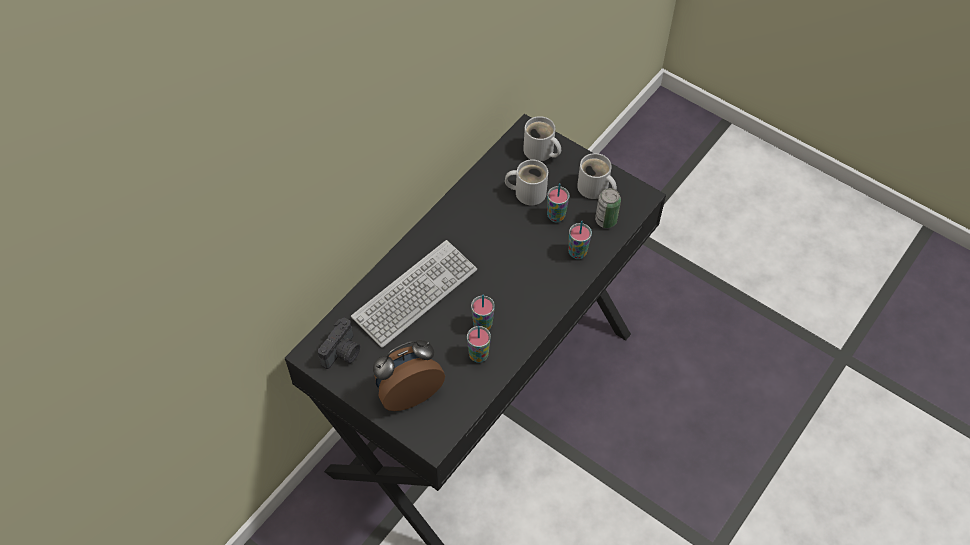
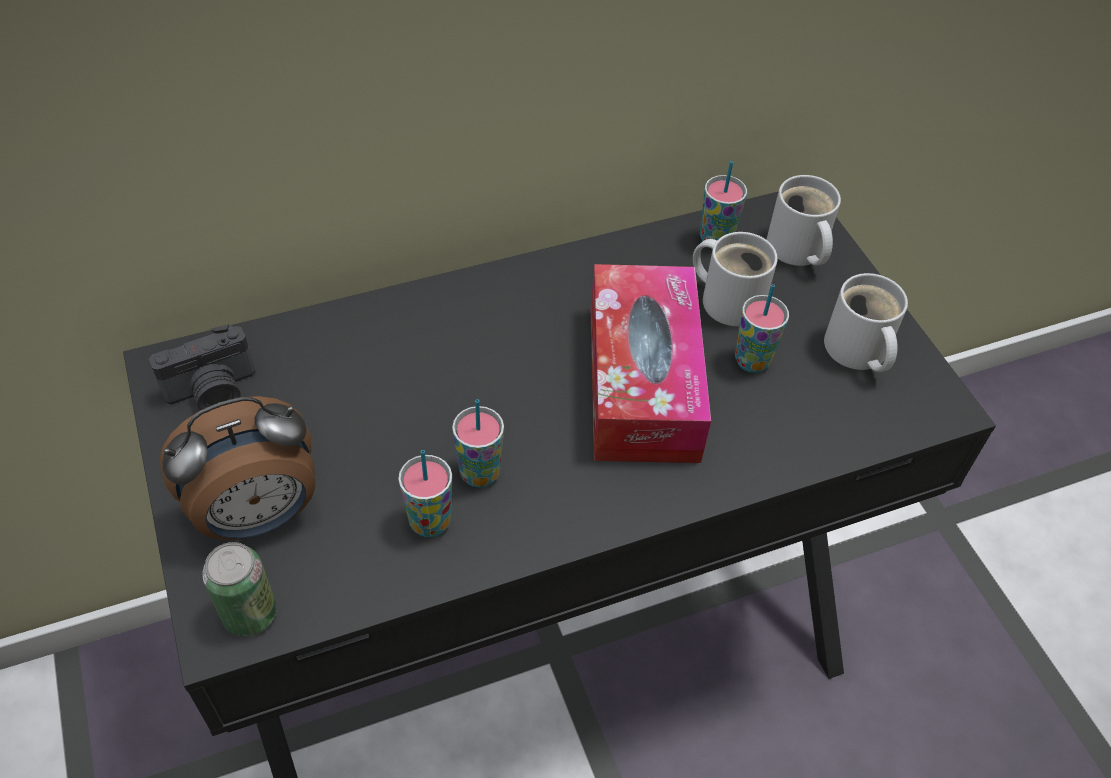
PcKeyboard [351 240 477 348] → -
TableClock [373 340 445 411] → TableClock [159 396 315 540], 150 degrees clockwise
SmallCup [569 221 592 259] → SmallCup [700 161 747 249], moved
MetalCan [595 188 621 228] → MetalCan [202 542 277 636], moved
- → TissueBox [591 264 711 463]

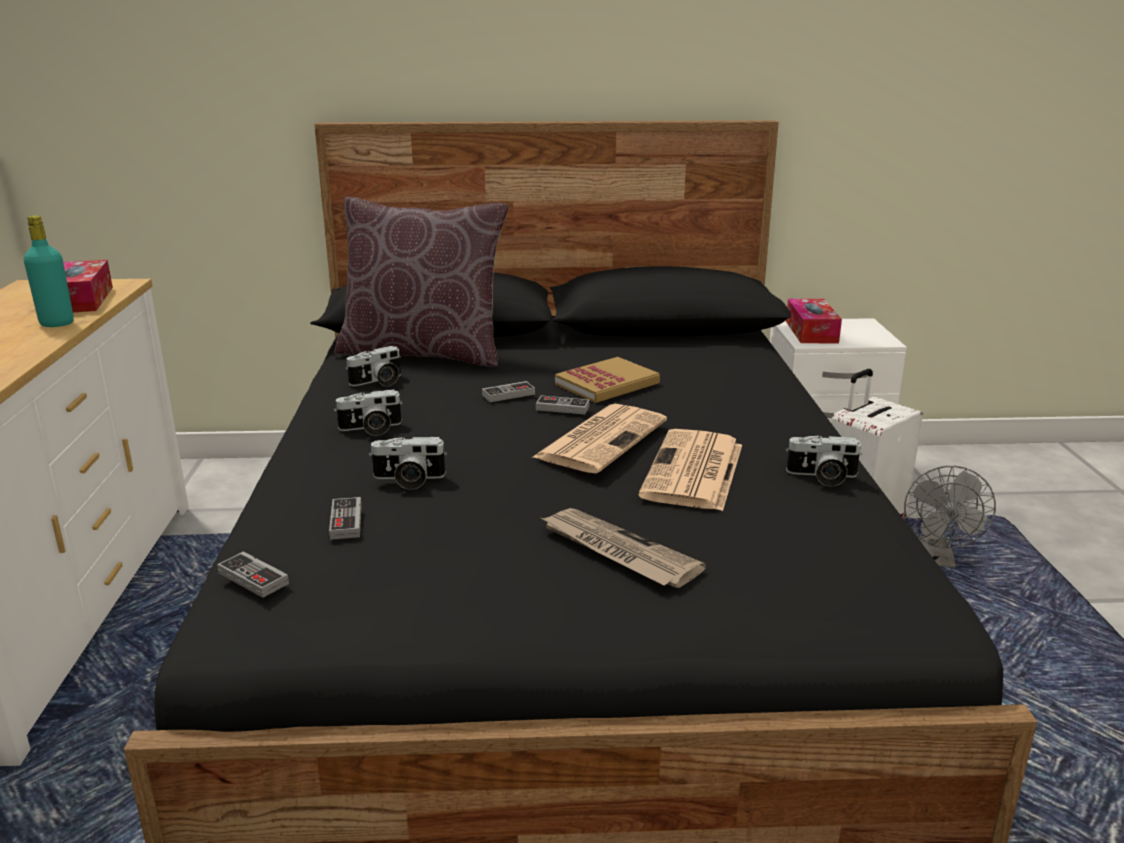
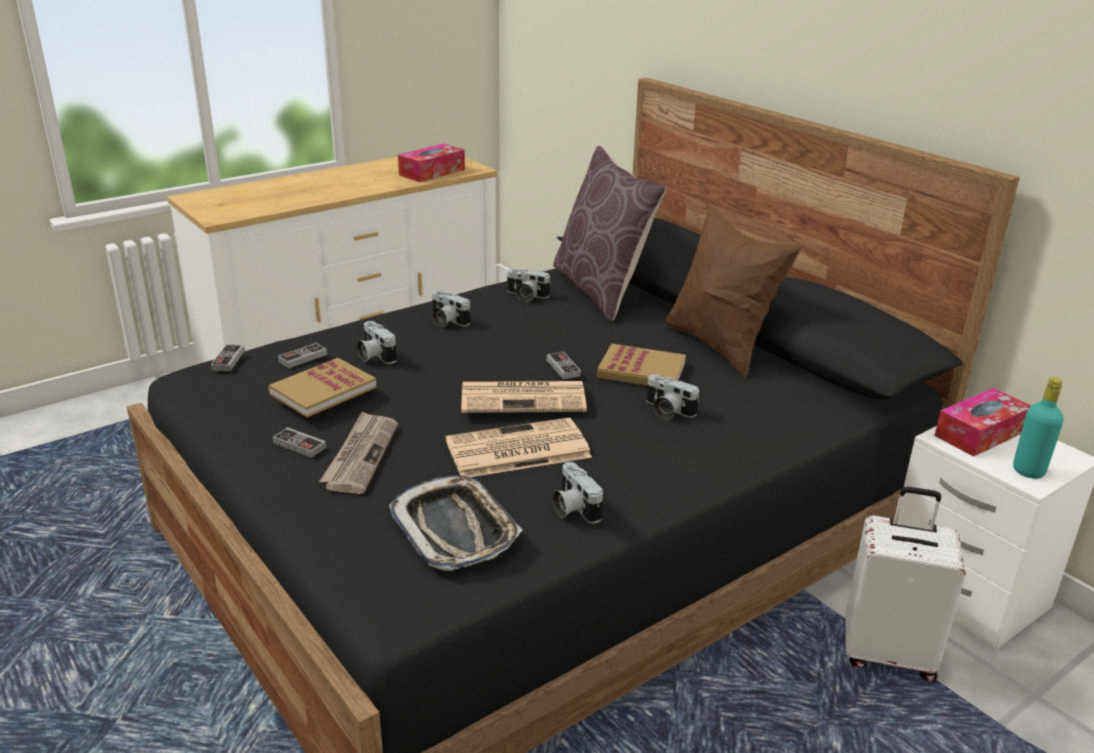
BlueGreenBeverageBottle [24 215 74 327] → BlueGreenBeverageBottle [1013 377 1064 479], moved
GameController [482 381 535 402] → GameController [272 427 326 458], moved
GrayElectricFan [904 466 996 568] → -
- → BoundBook [268 358 376 417]
- → Tray [389 475 523 571]
- → StillCamera [647 375 699 420]
- → BrownThrowPillow [664 206 801 378]

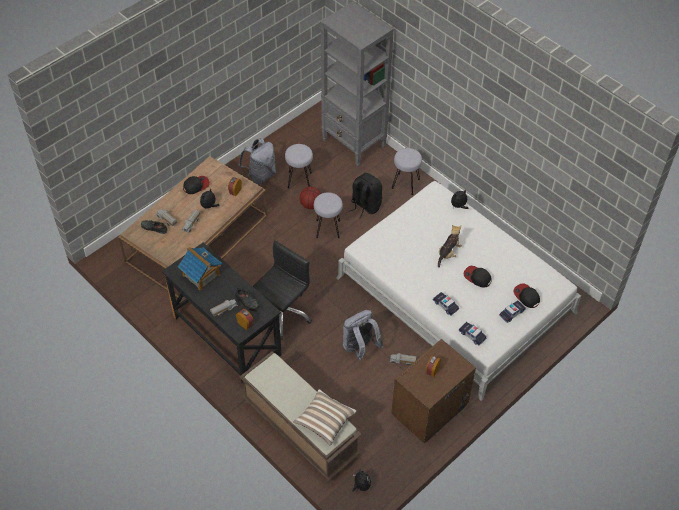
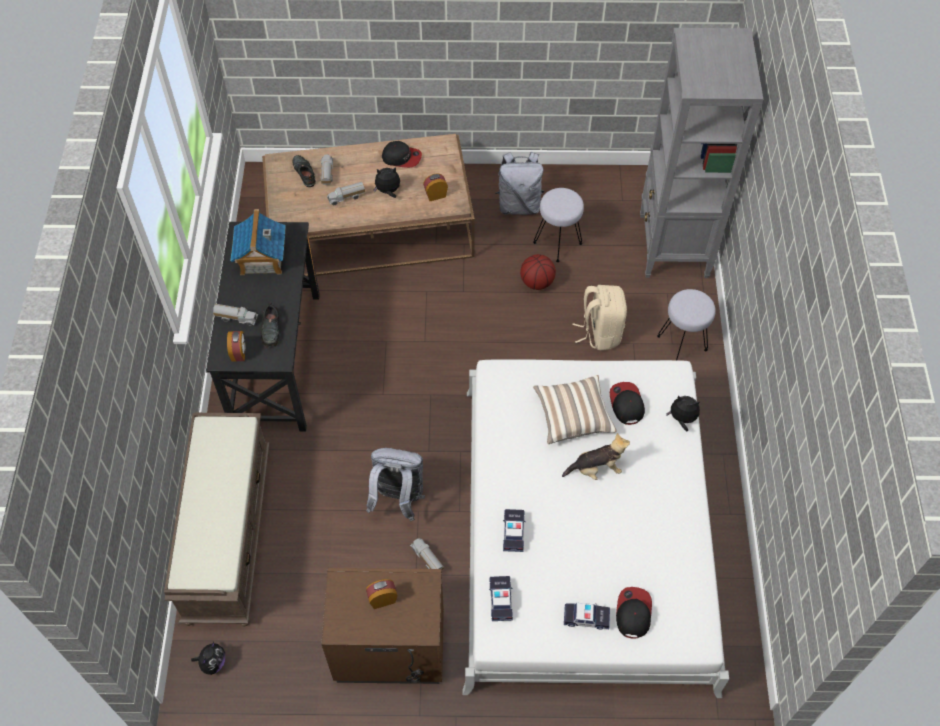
BlackColouredDeskChair [253 240 312 340] → -
ThrowPillow [293 389 357 446] → ThrowPillow [533 375 617 444], moved
GrayStool [314 192 343 238] → -
BlackColouredRucksack [350 173 382 219] → BeigeColouredRucksack [573 285 627 350]
PeakedCap [463 266 491 288] → PeakedCap [610 382 645 425], moved

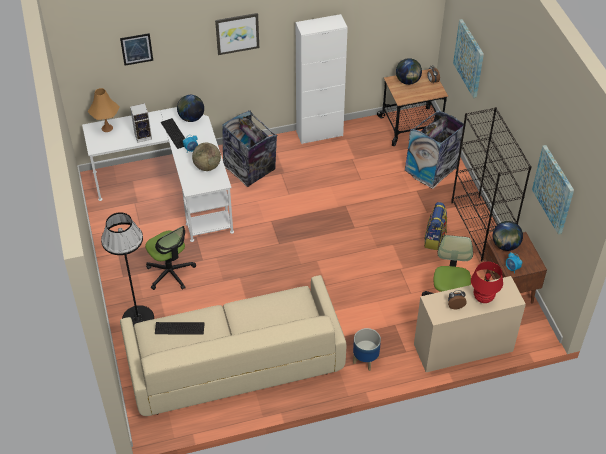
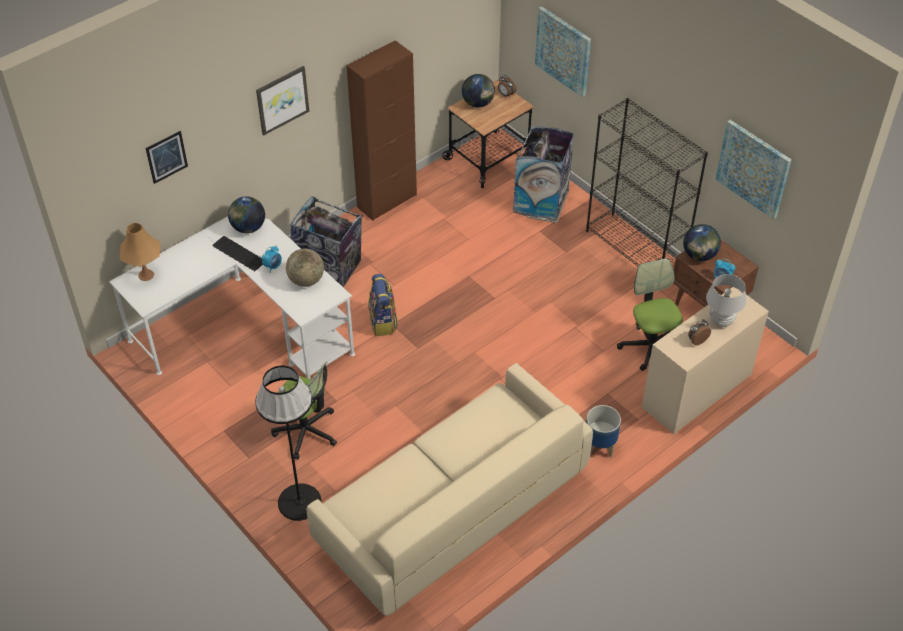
AudioSpeaker [130 103 152 143] → -
PcKeyboard [155 322 205 335] → -
WhitishCabinet [296 14 348 144] → BrownCabinet [346 40 417 221]
Rucksack [424 202 447 250] → Rucksack [368 274 398 336], moved
RedColouredTabletopLamp [471 262 503 303] → WhitishTabletopLamp [706 274 746 327]

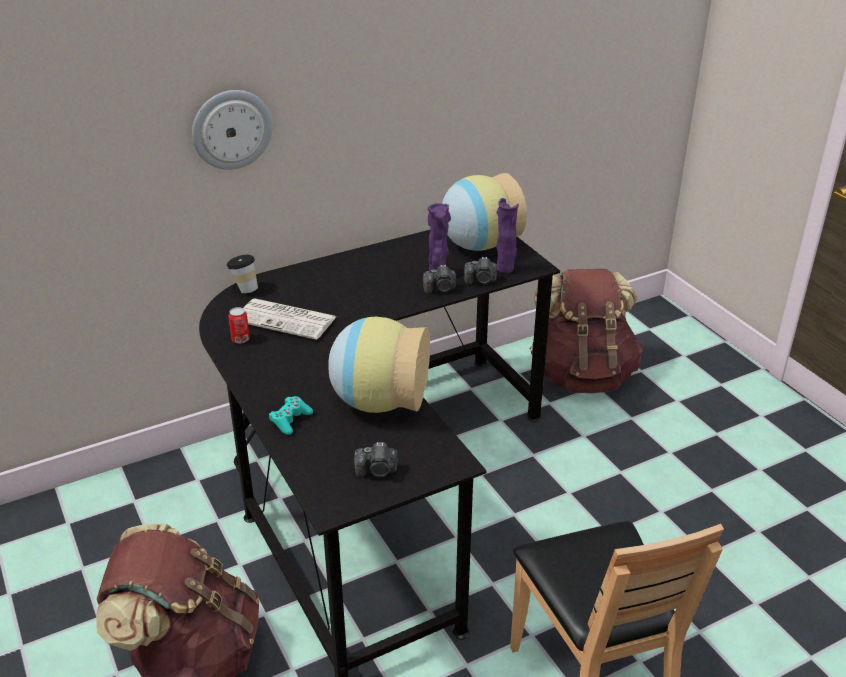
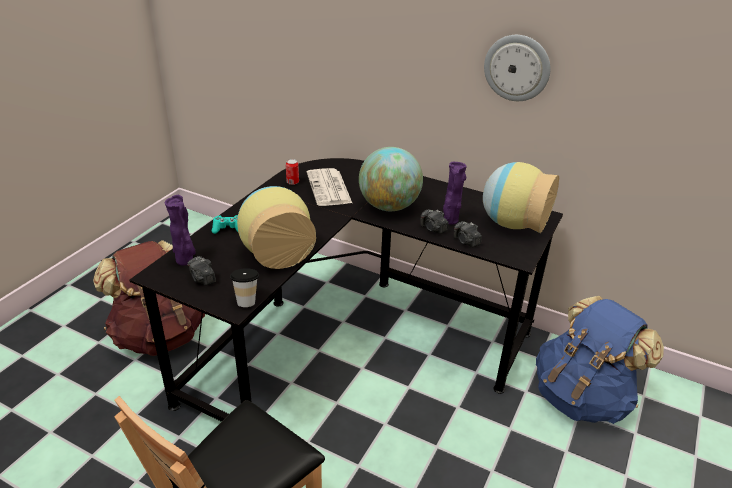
WallClock [192 90 273 170] → WallClock [484 35 551 101], moved
SmallCup [227 255 258 294] → SmallCup [230 268 259 307], moved
PurplishDecorativeVase [496 198 519 273] → PurplishDecorativeVase [165 195 196 266], moved
BrownRucksack [530 269 643 393] → BluishRucksack [536 296 664 424]
- → WorldGlobe [359 147 423 211]

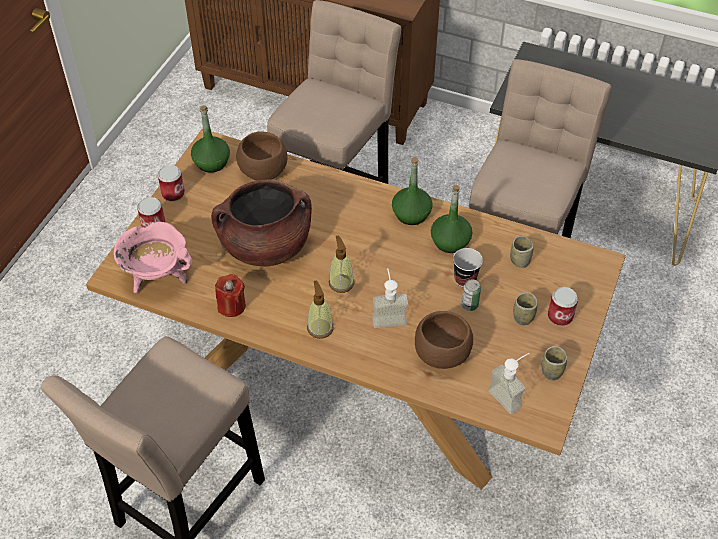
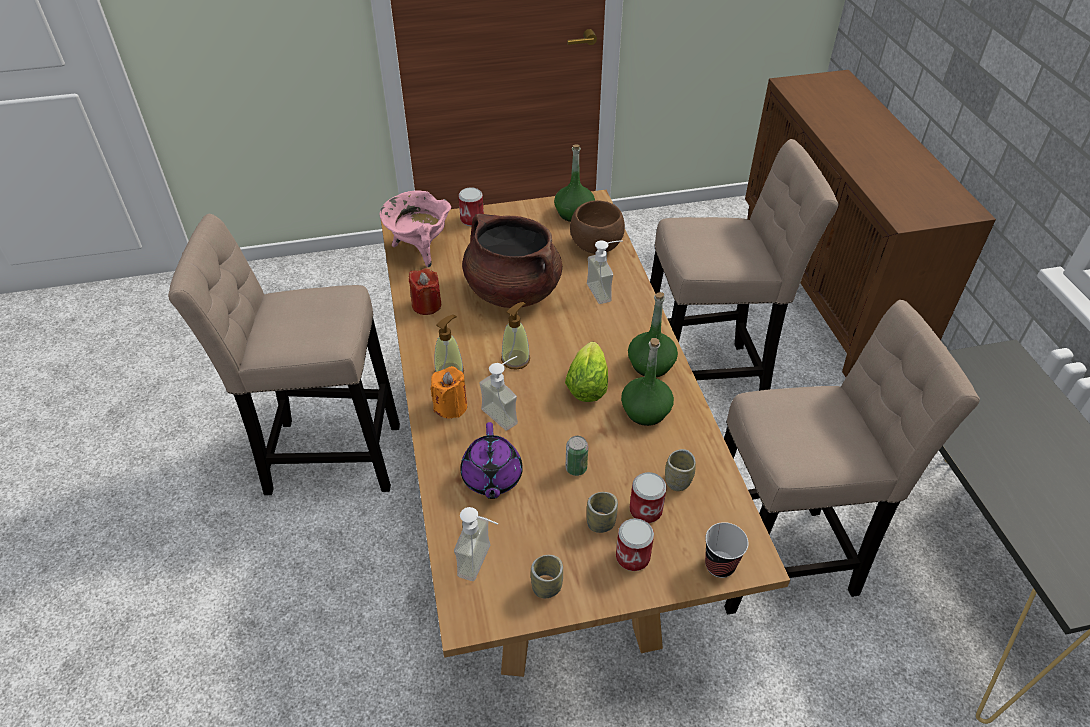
MetalCan [158 165 185 202] → MetalCan [630 472 667 523], moved
BrownDeepDish [415 311 473 369] → PurplishTeapot [460 422 523 499]
SmallCup [453 248 483 287] → SmallCup [705 522 749 578], moved
- → OrangeCandle [431 366 467 418]
- → LettuceHead [565 342 608 402]
- → SoapDispenser [587 240 623 304]

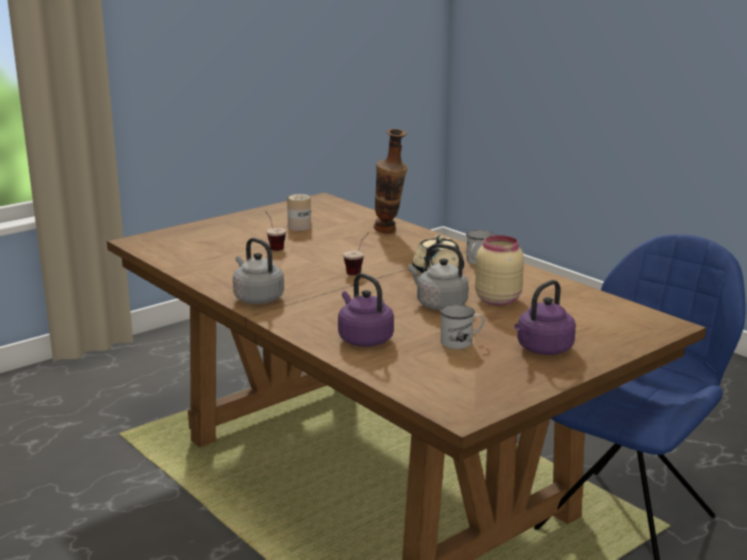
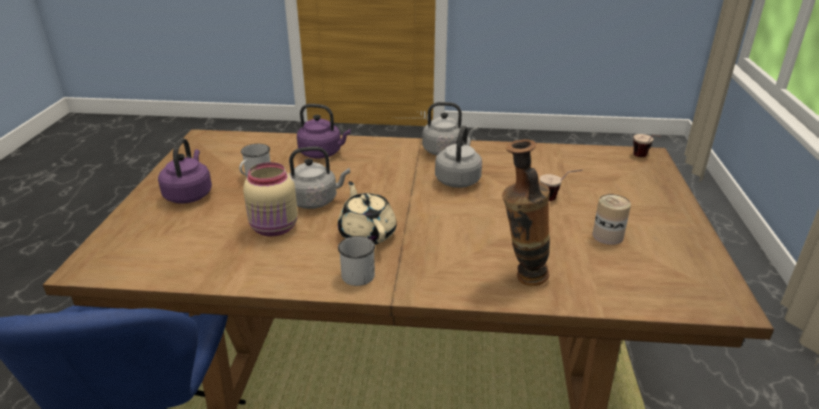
SmallCup [343 233 369 275] → SmallCup [633 134 661 157], moved
- → GrayTeaKettle [435 125 482 188]

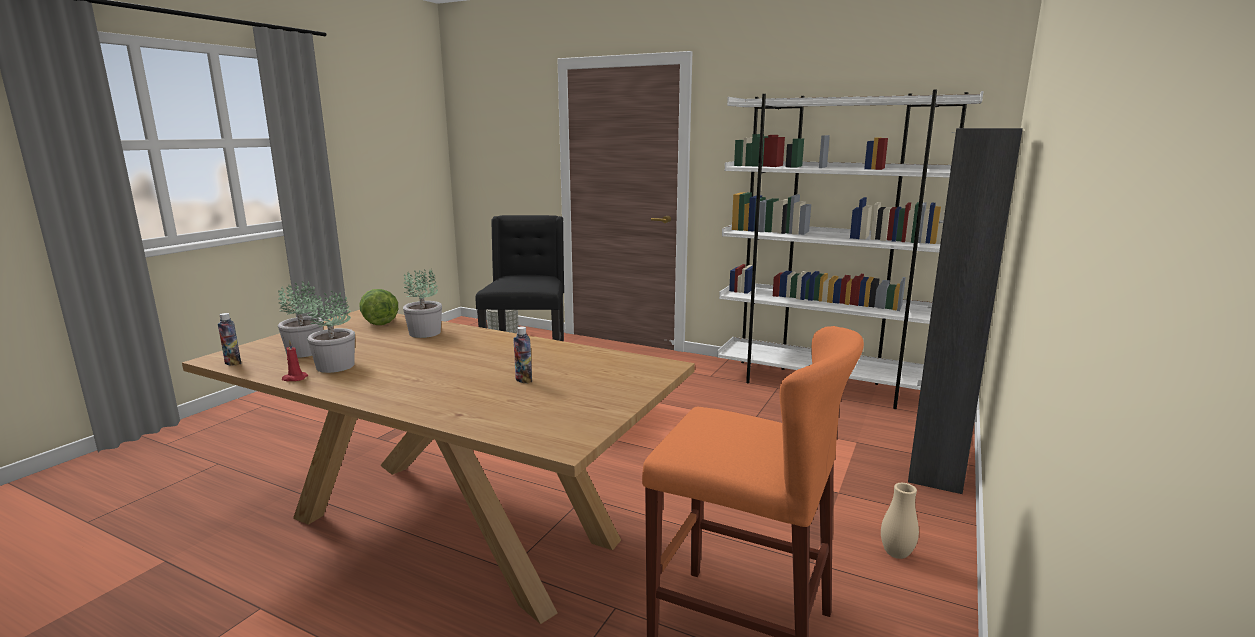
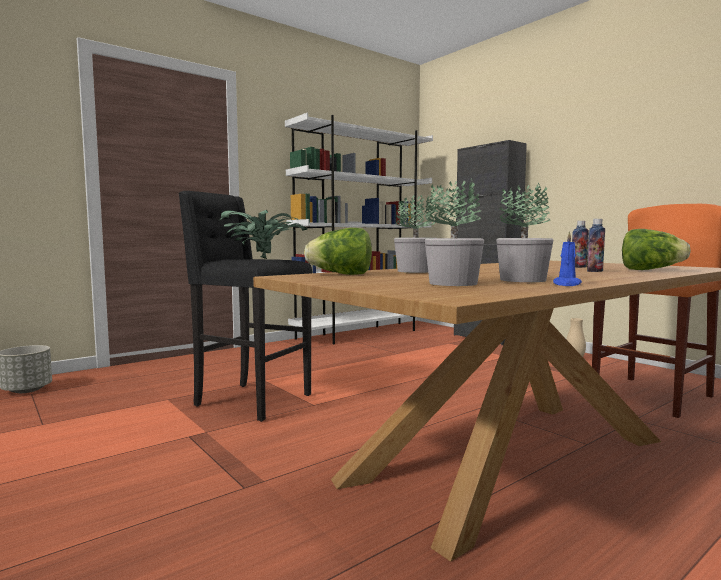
BeverageBottle [218 313 241 366] → BeverageBottle [587 219 605 272], moved
RedColouredCandle [282 340 308 381] → BluishCandle [553 231 582 286]
- → Houseplant [220 210 307 259]
- → LettuceHead [622 229 691 270]

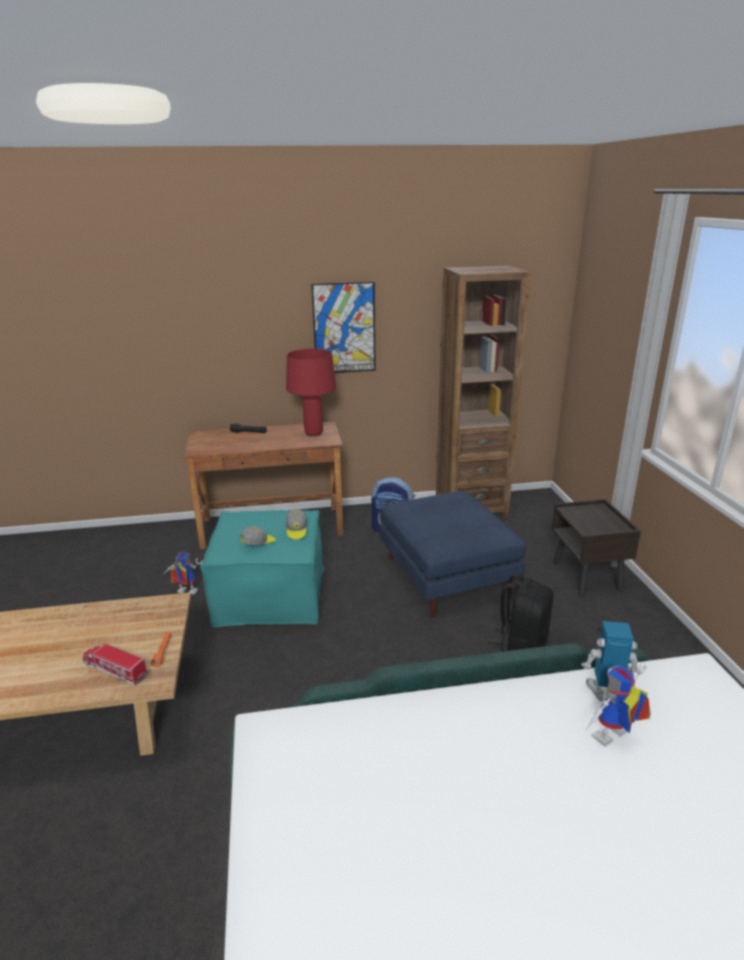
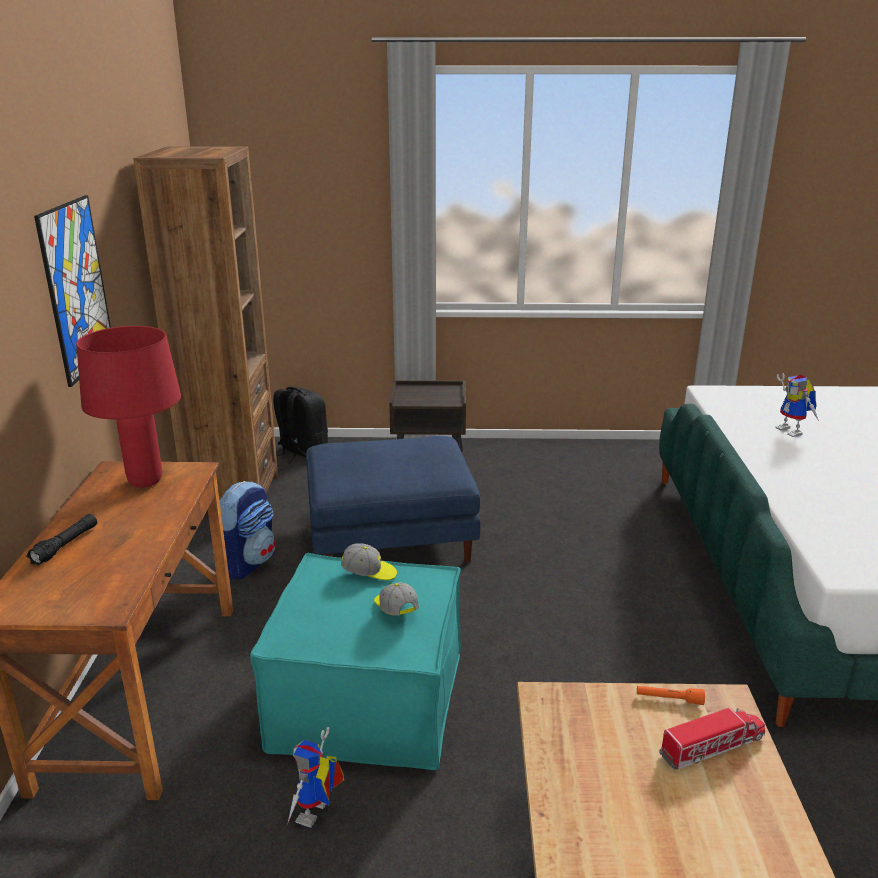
ToyTruck [83 643 148 685] → ToyTruck [659 708 765 770], 150 degrees counterclockwise
BlackColouredRucksack [488 573 554 652] → BlackColouredRucksack [273 387 328 463], moved
ToyRobot [581 621 638 701] → -

